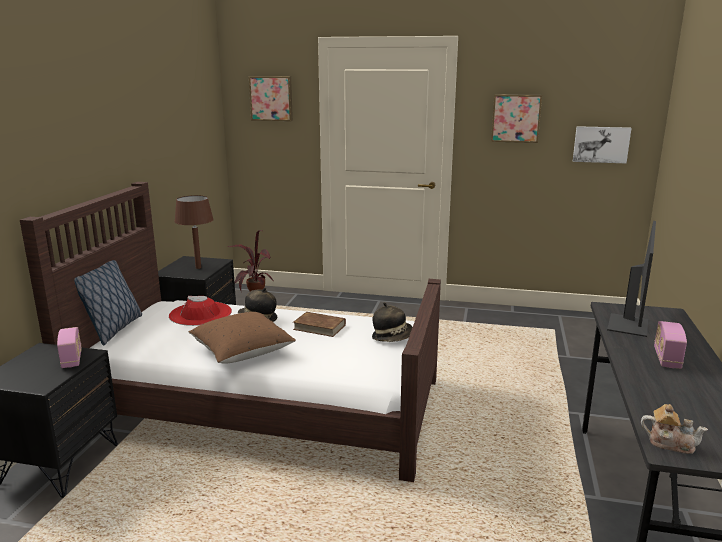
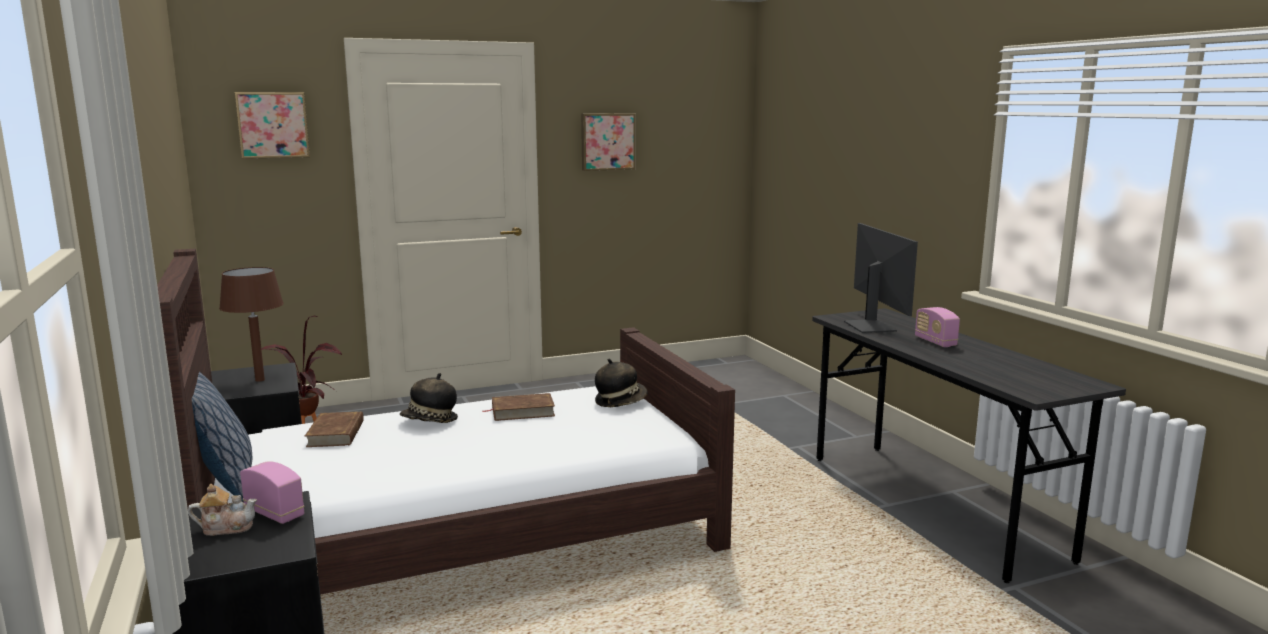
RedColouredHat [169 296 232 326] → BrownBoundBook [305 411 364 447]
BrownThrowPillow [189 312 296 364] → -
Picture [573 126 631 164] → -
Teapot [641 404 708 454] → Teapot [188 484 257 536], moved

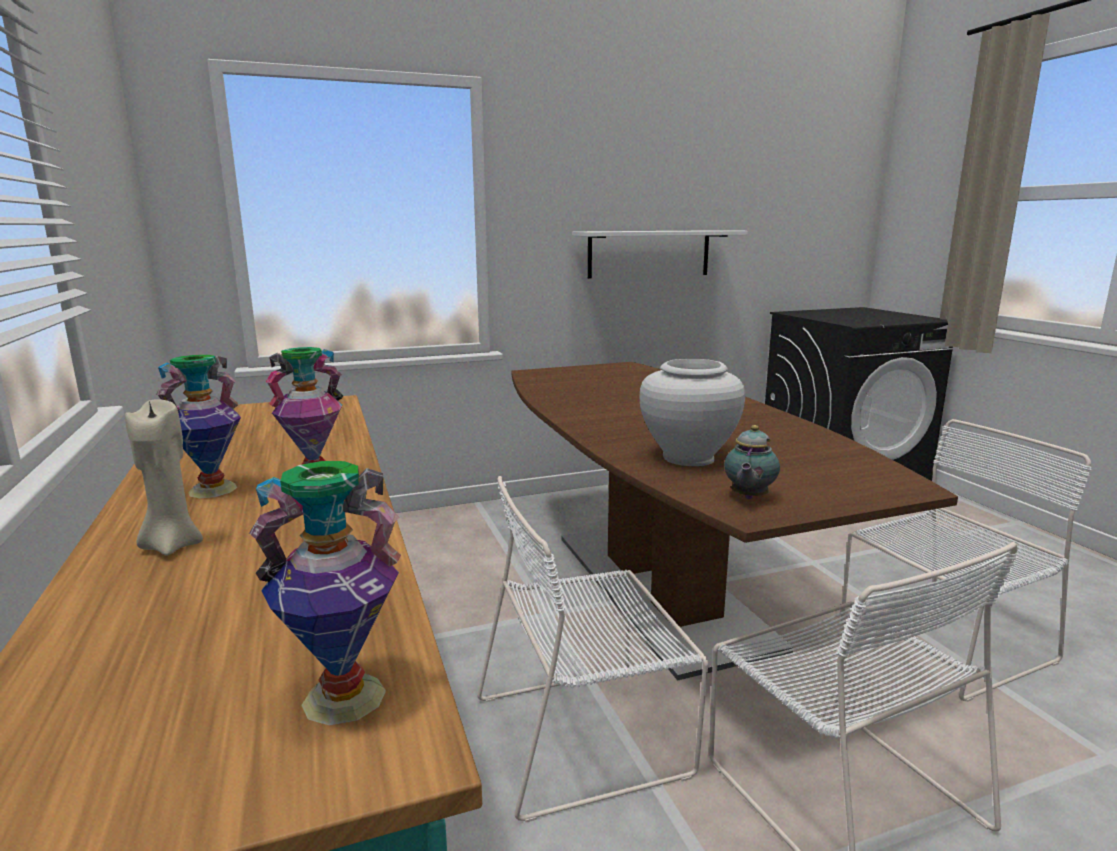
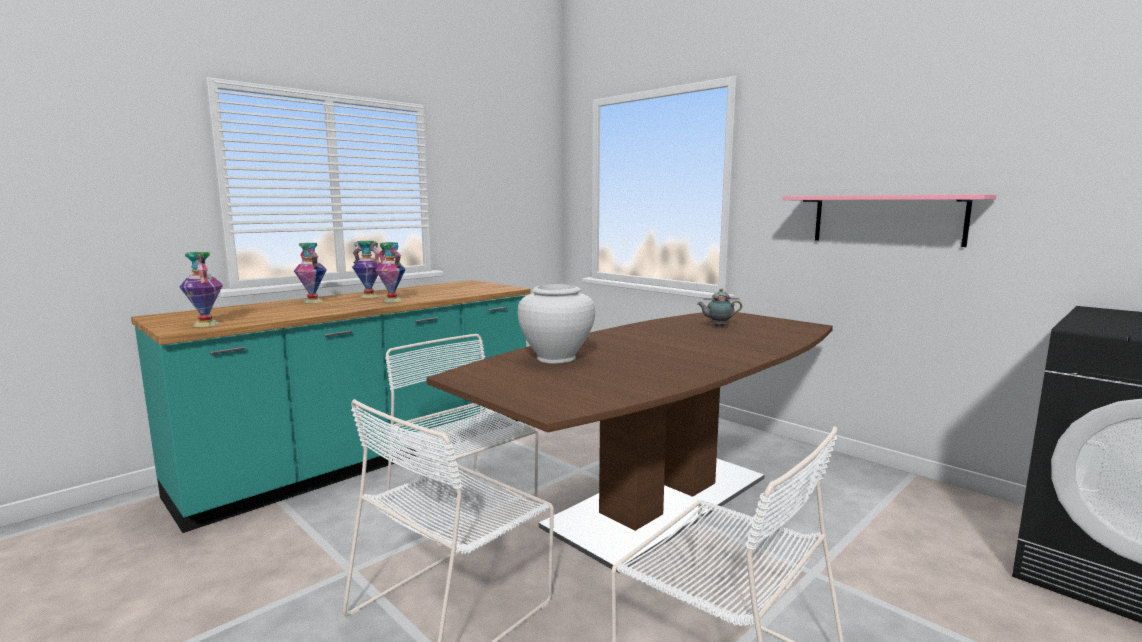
BeigeColouredCandle [125 400 203 556] → DecorativeVase [294 243 327 303]
WhitishWallShelf [572 230 748 279] → PinkWallShelf [783 194 996 247]
Teapot [724 425 780 499] → Teapot [697 288 742 327], moved

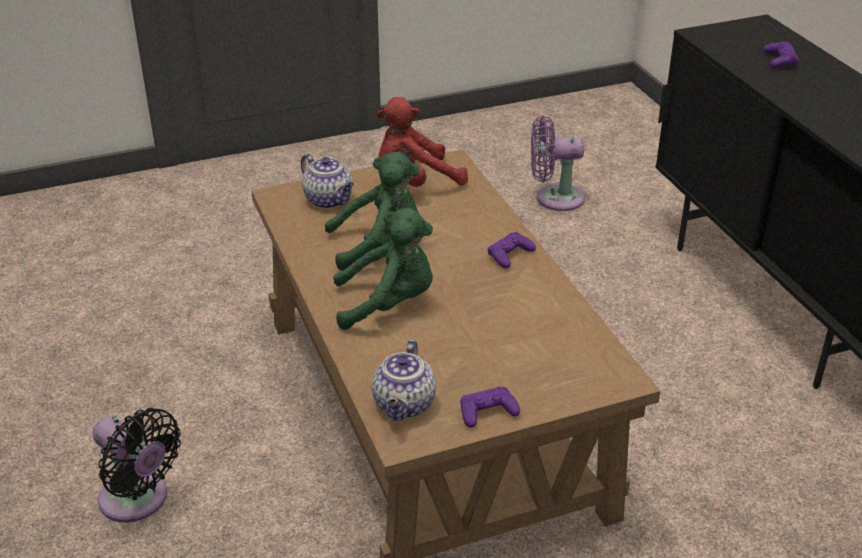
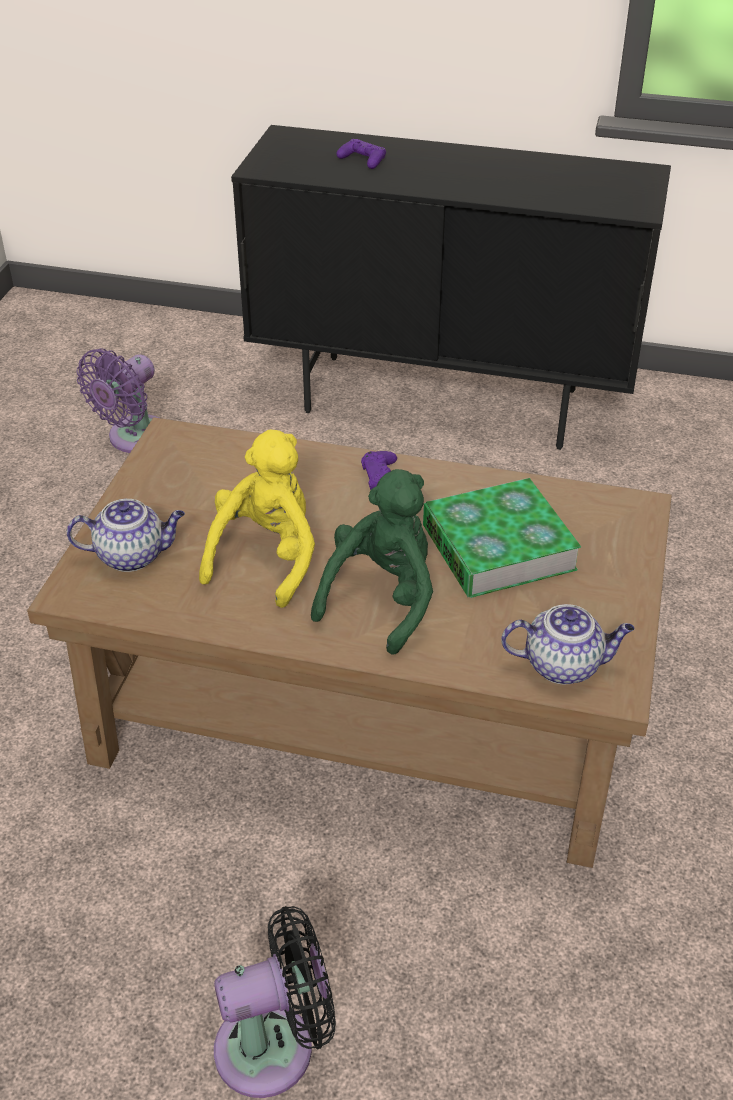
GreenSoftToy [325 152 420 270] → YellowSoftToy [199 430 315 608]
Teapot [372 340 436 421] → Teapot [501 604 635 684], 45 degrees counterclockwise
RedColouredSoftToy [376 97 468 187] → -
PurplishGameController [460 387 520 428] → -
- → BoundBook [423 478 581 598]

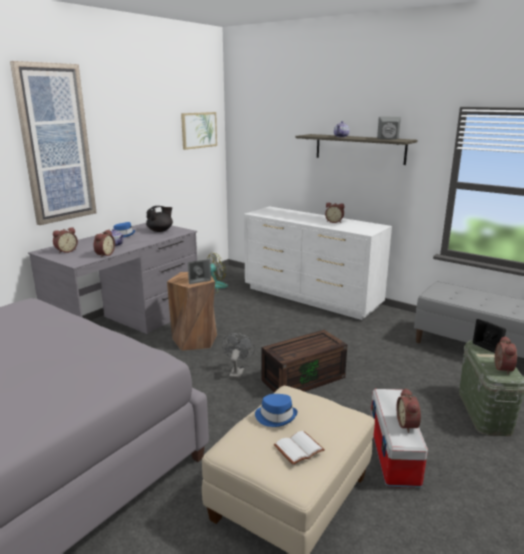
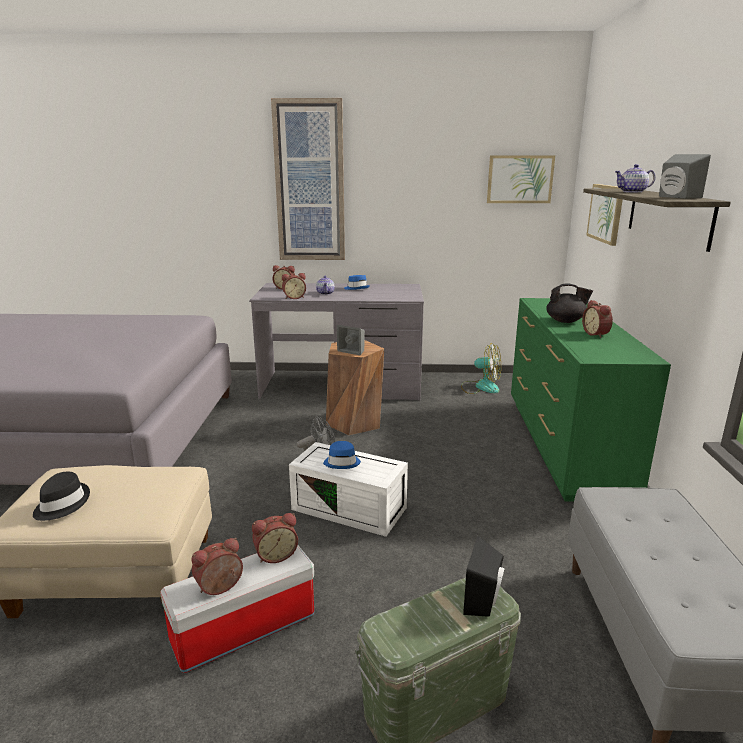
BlackColouredTeapot [146 206 173 232] → BlackColouredTeapot [546 283 593 323], moved
WhitishChestOfDrawers [244 206 392 320] → GreenChestOfDrawers [511 298 671 502]
BluishHat [255 394 297 427] → BluishHat [323 441 361 469], moved
BrownStorageContainer [262 330 347 392] → WhitishStorageContainer [289 442 408 537]
WhitishBoundBook [274 431 325 465] → BlackColouredHat [33 472 90 521]
TableClock [495 336 517 375] → TableClock [252 513 298 563], moved
- → Picture [586 184 623 246]

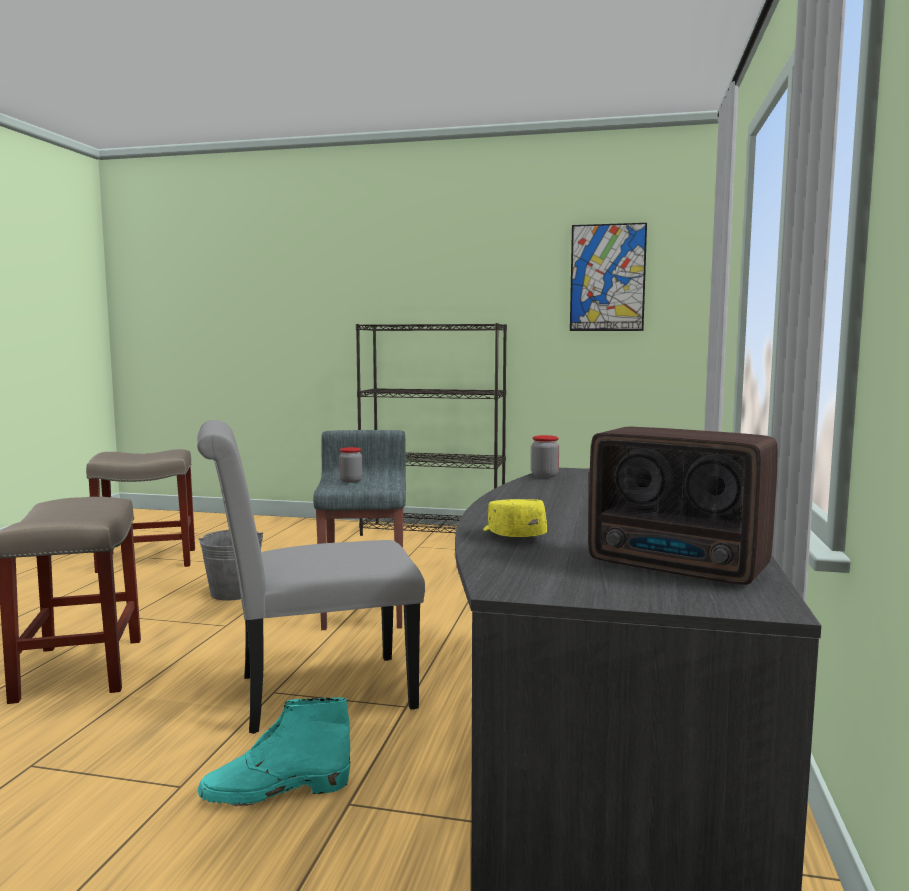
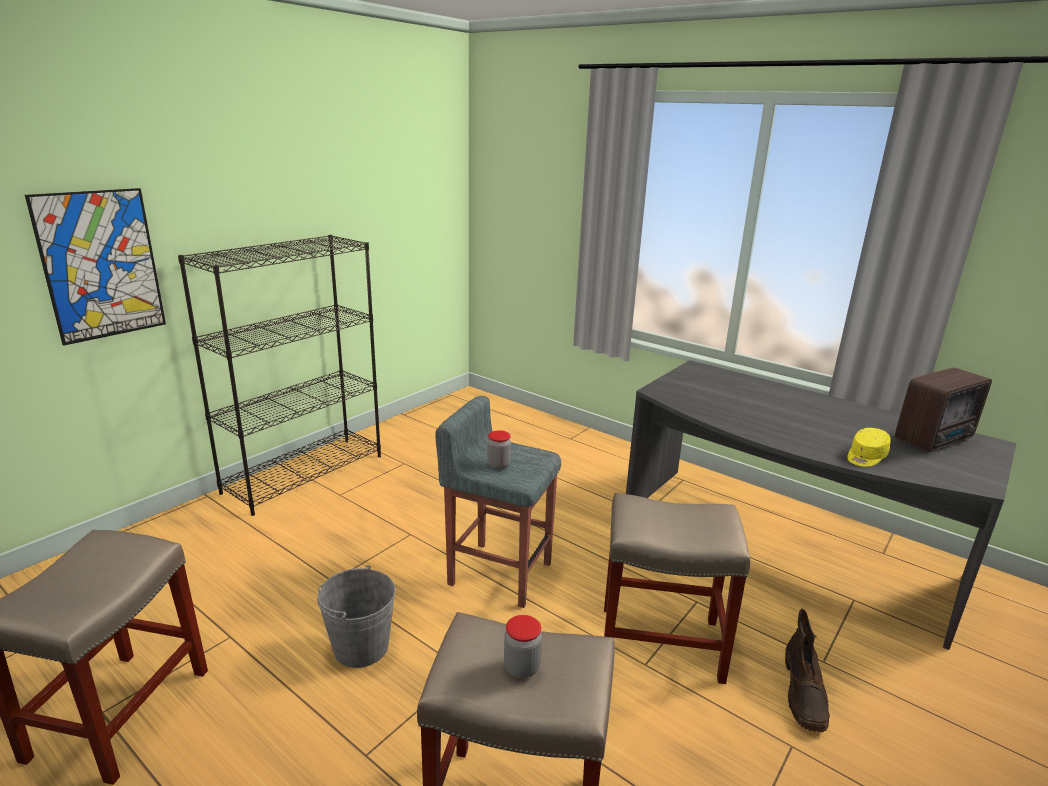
GrayPlainChair [197 420 425 734] → BeigeColouredStool [604 493 750 684]
BlueGreenBoot [198 697 350 807] → BrownBoot [785 609 830 732]
YellowPeakedCap [483 499 547 537] → YellowPeakedCap [847 428 890 467], 45 degrees counterclockwise
StorageJar [531 435 559 478] → StorageJar [504 615 542 678], moved
Picture [570 223 647 331] → Picture [25 188 166 346], moved

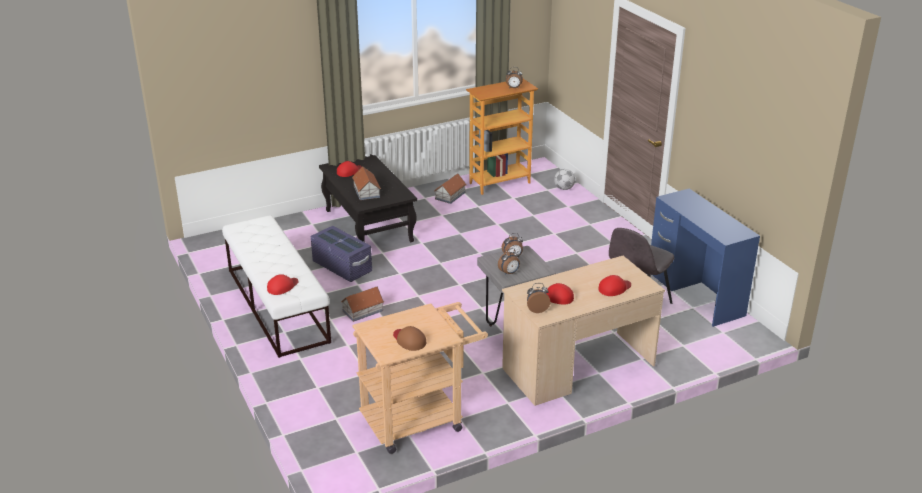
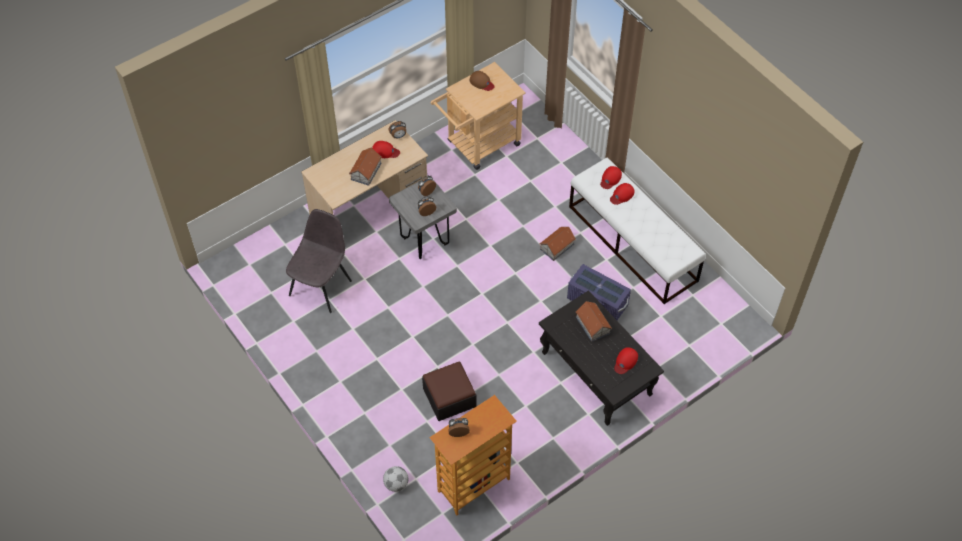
MiniatureHouse [434 173 466 204] → MiniatureHouse [349 147 382 186], moved
RedColouredPeakedCap [598 275 631 296] → RedColouredPeakedCap [610 183 635 205], moved
BluishDeskTable [651 189 760 327] → -
- → Pouffe [422 361 477 421]

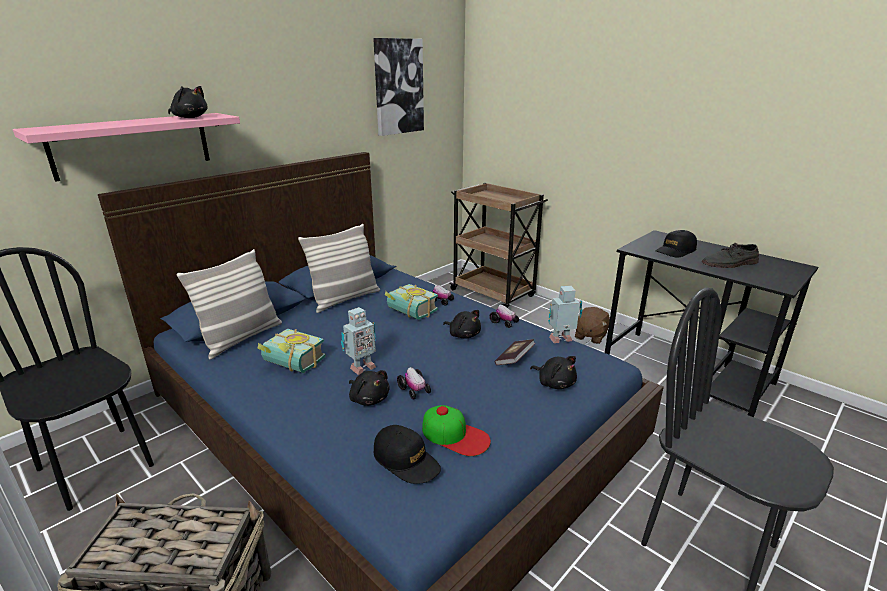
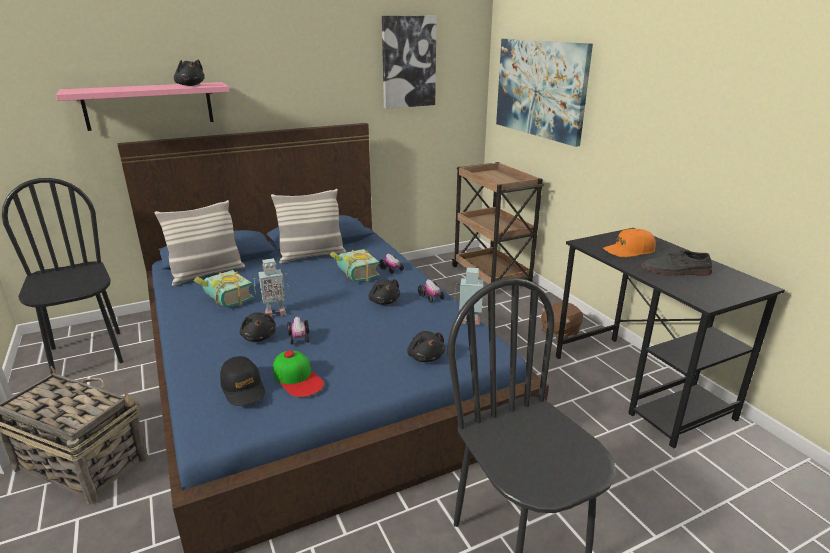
BoundBook [495 339 536 365] → -
BlackColouredPeakedCap [655 230 697 257] → OrangePeakedCap [603 229 656 257]
- → Picture [496 39 593 147]

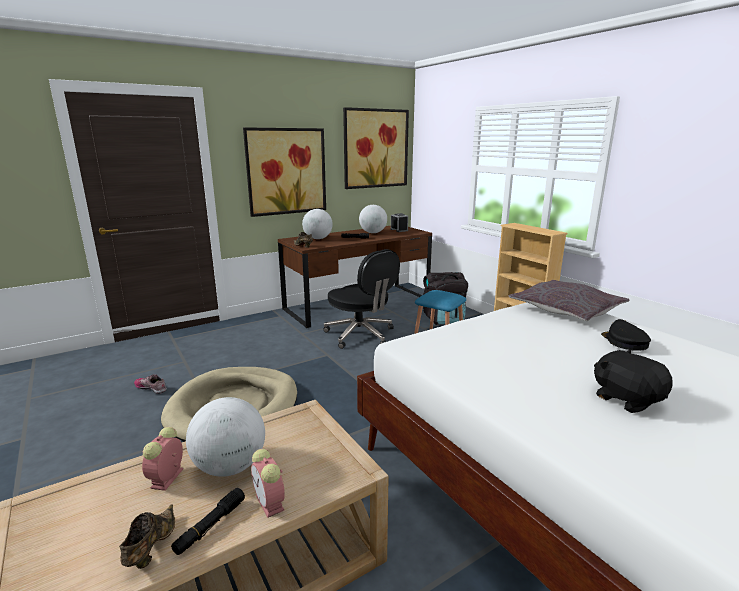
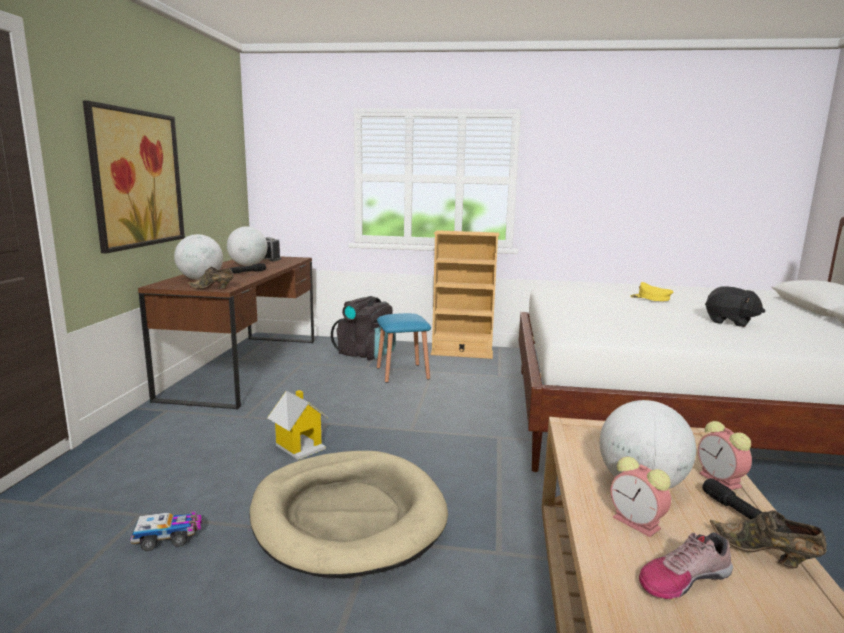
Shoe [134 374 167 394] → Shoe [639 532 733 599], moved
TableClock [251 449 285 518] → TableClock [698 421 752 490], 60 degrees clockwise
BlackColouredDeskChair [323 249 400 349] → -
Picture [343 107 409 189] → -
GrayThrowPillow [509 280 629 321] → -
BlackColouredSoftToy [594 350 673 413] → BlackColouredSoftToy [705 287 765 327], 150 degrees counterclockwise
BlackColouredPeakedCap [601 319 651 351] → YellowPeakedCap [630 282 674 301]
- → ToyTruck [130 511 202 551]
- → MiniatureHouse [267 390 328 460]

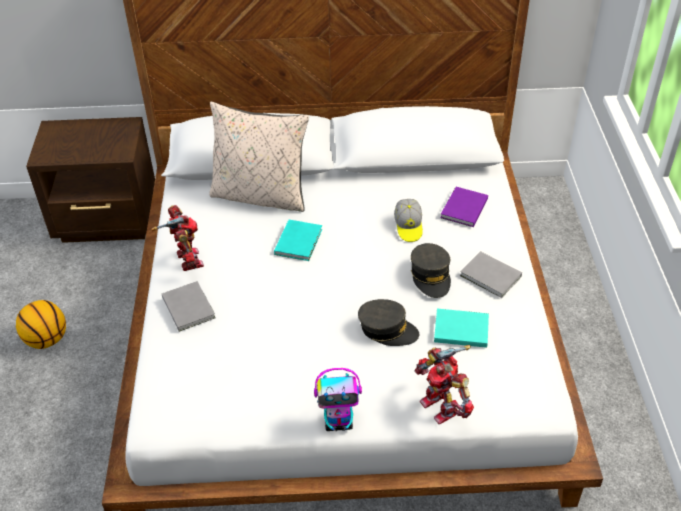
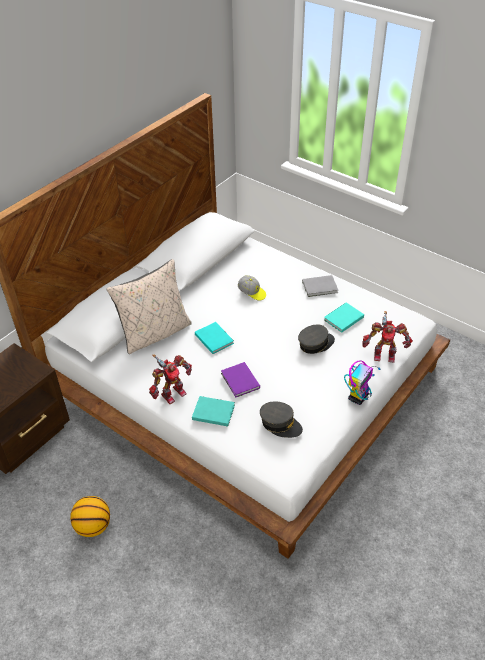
ToyRobot [151 205 204 271] → ToyRobot [149 354 192 404], 120 degrees clockwise
GrayBoundBook [162 281 216 332] → BlueGreenBoundBook [192 396 235 427]
GrayPeakedCap [411 243 451 298] → GrayPeakedCap [260 401 303 438], moved
PurplishBoundBook [441 187 488 227] → PurplishBoundBook [221 362 260 397], moved

